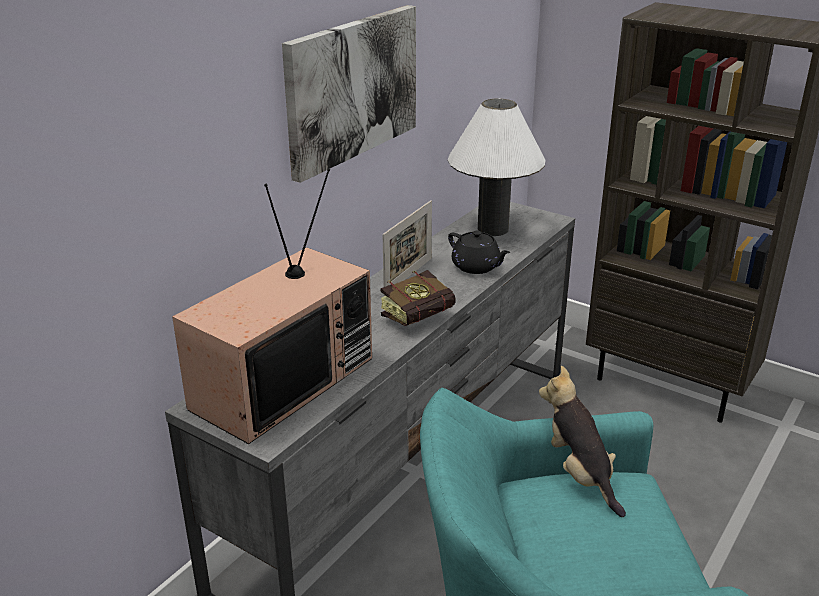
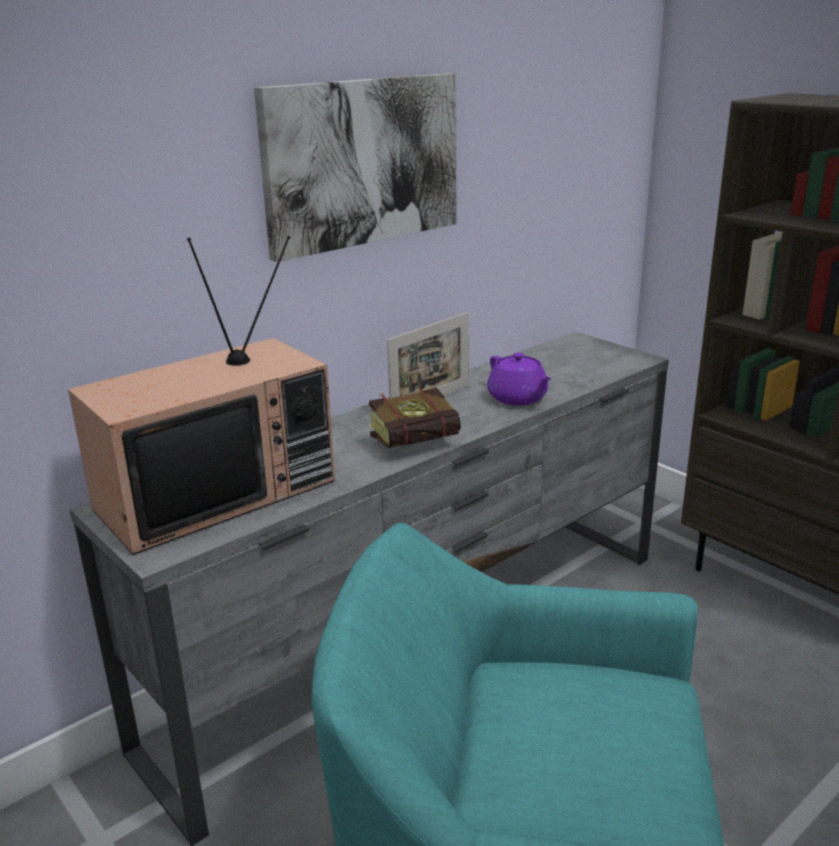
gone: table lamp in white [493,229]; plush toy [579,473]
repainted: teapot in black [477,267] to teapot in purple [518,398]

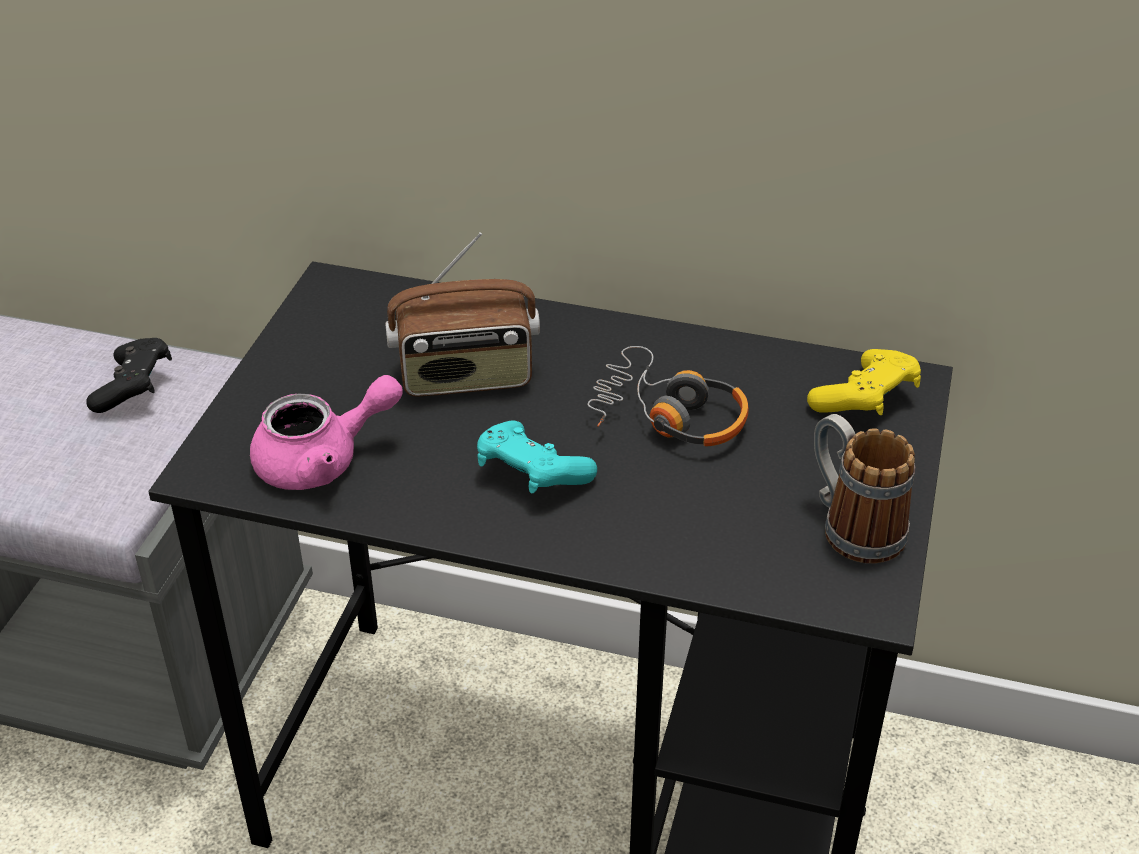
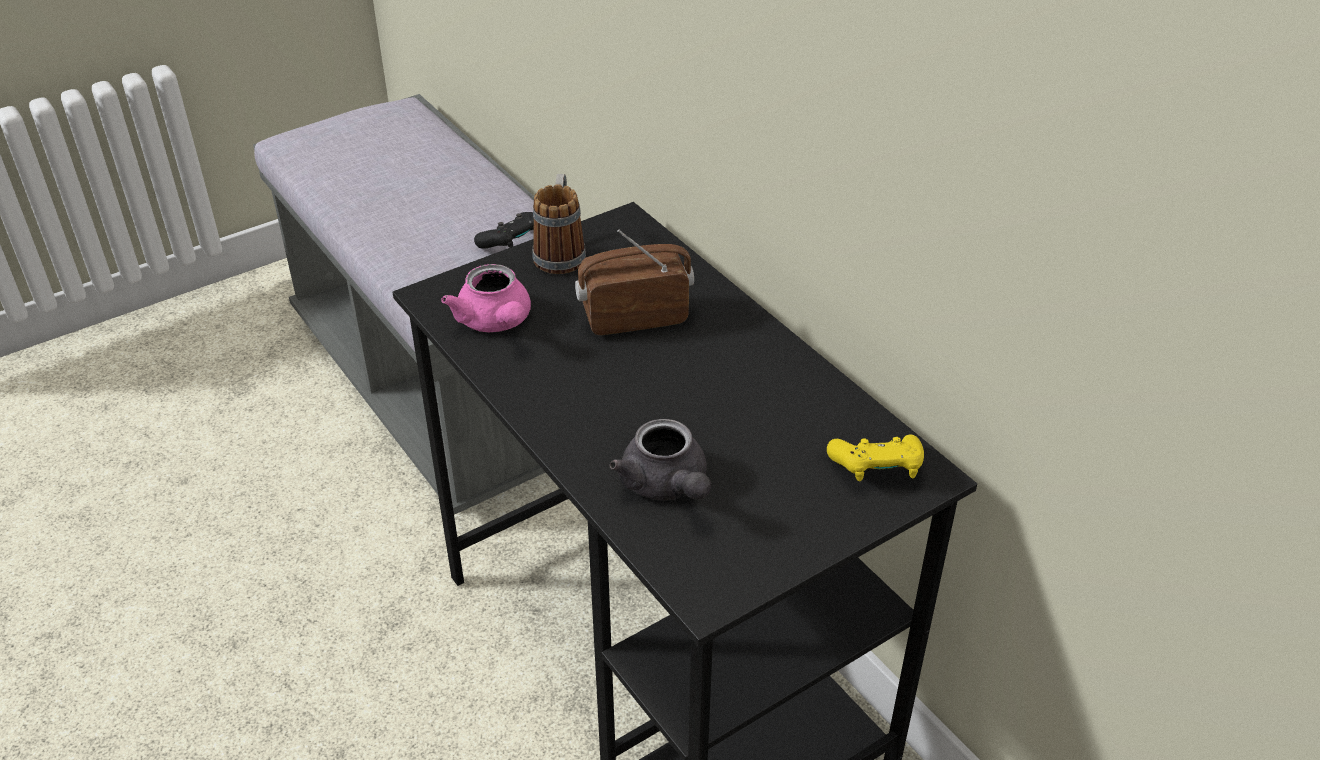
gone: game controller in turquoise [531,475]; headphones [668,416]
new: teapot in grey [667,486]
shifted: mug [851,526] to [561,252]
rotated: teapot in pink [322,460] = [496,322] 45 degrees clockwise; radio [466,377] = [634,316] 135 degrees clockwise

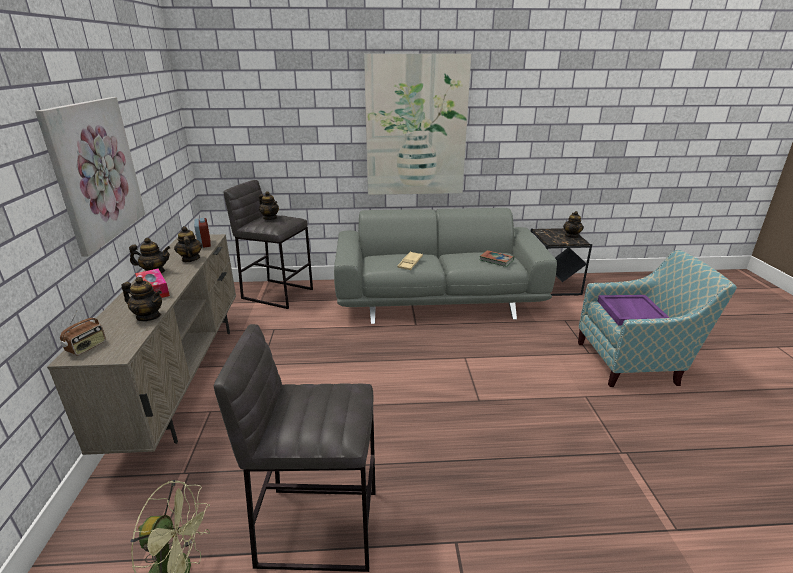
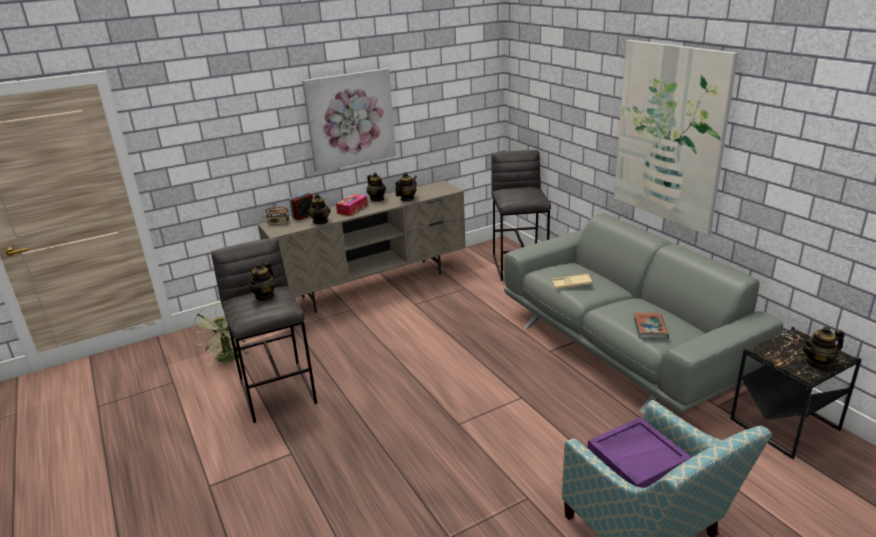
shifted: alarm clock [204,243] to [303,216]; teapot [270,218] to [265,296]

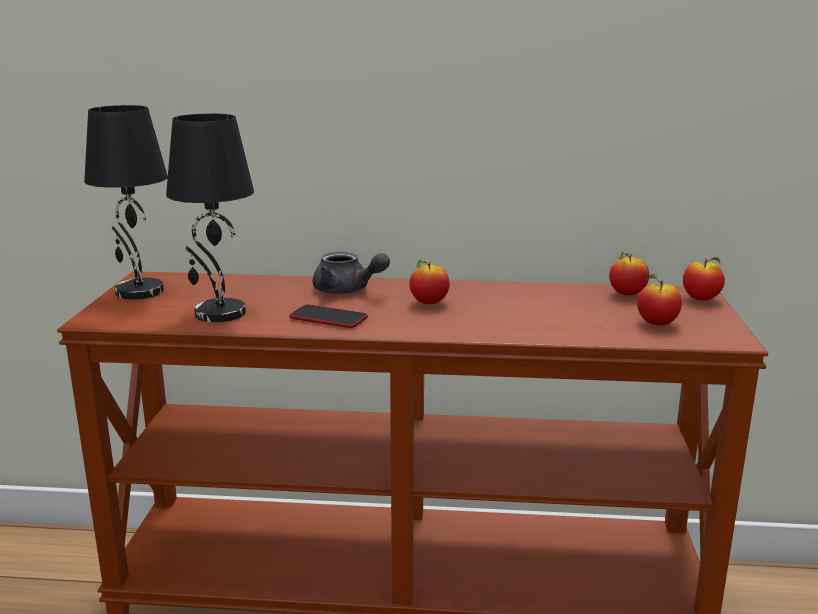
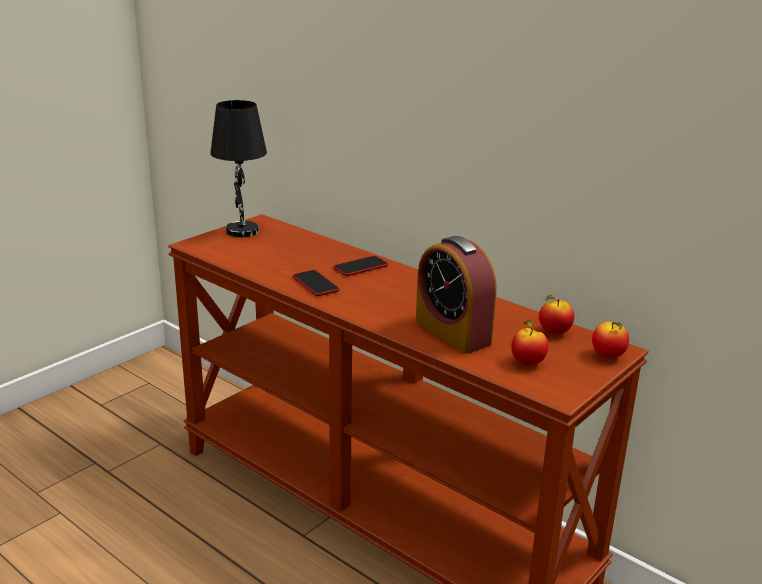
gone: table lamp in black [218,313]; apple [429,303]
new: alarm clock [452,333]
swapped: teapot in grey [347,291] to phone [360,267]

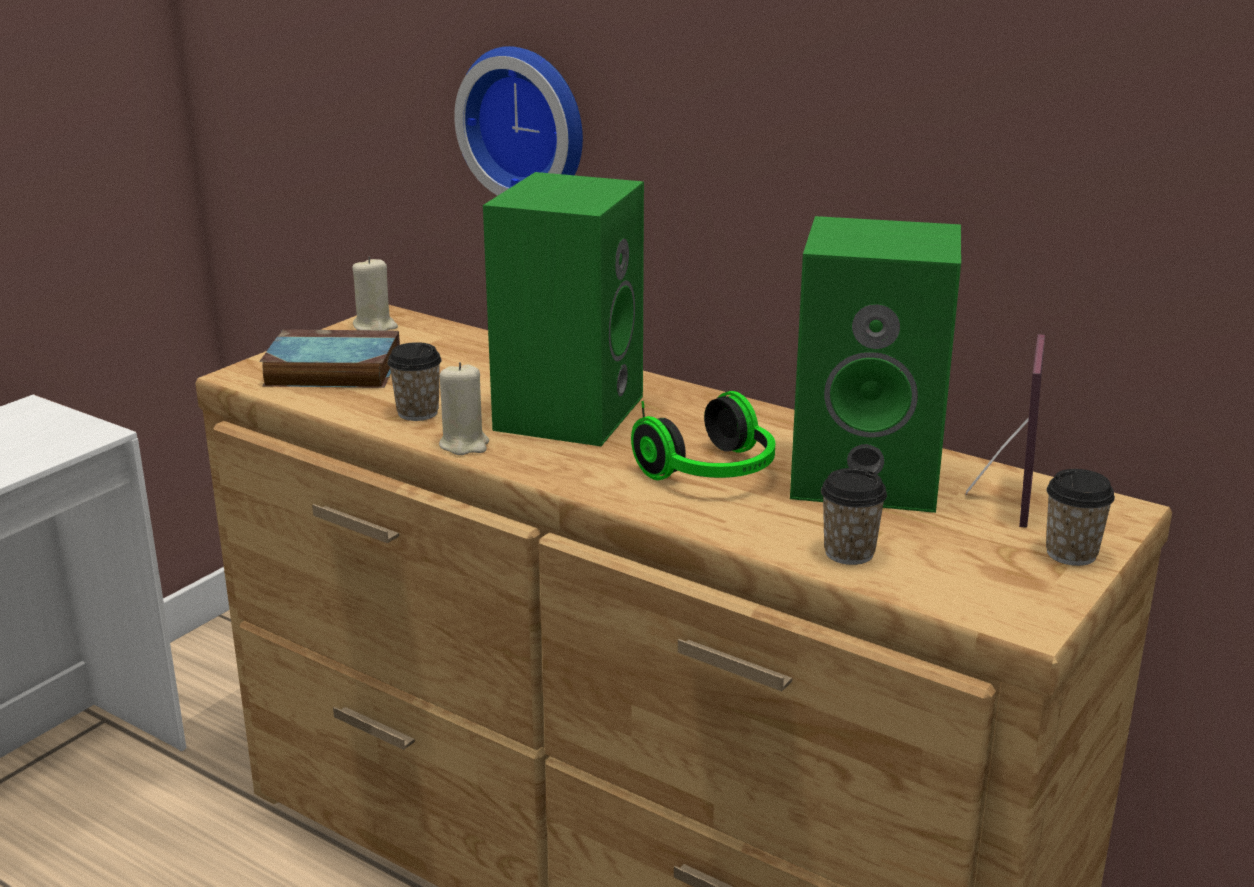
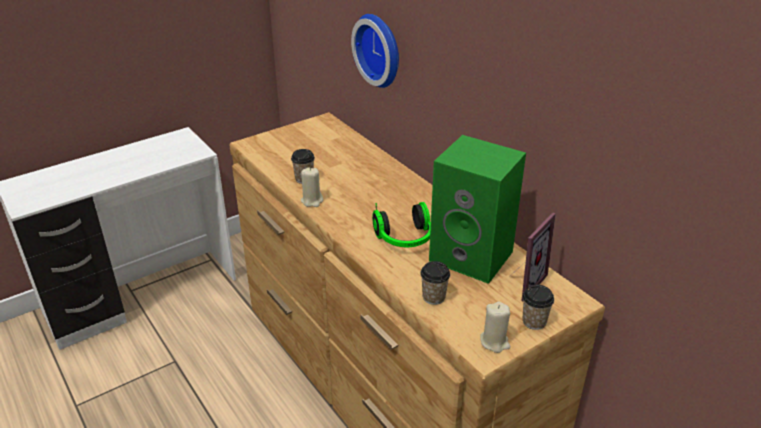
gone: book [329,370]; speaker in green [567,411]
shifted: candle in beige [375,326] to [494,342]

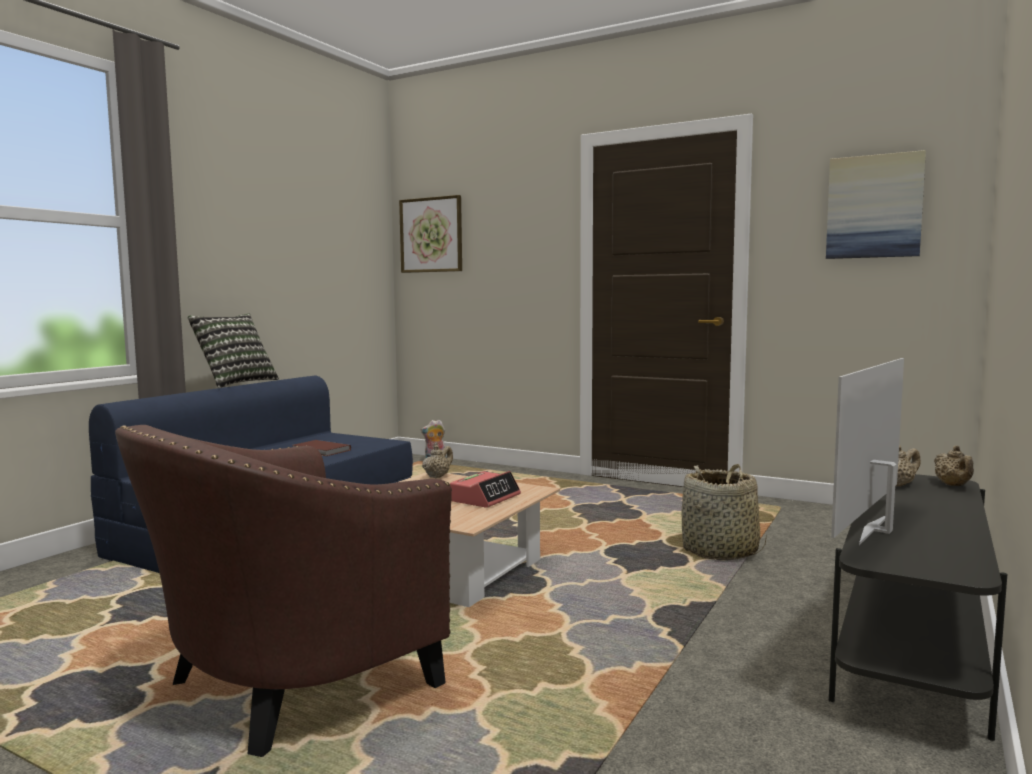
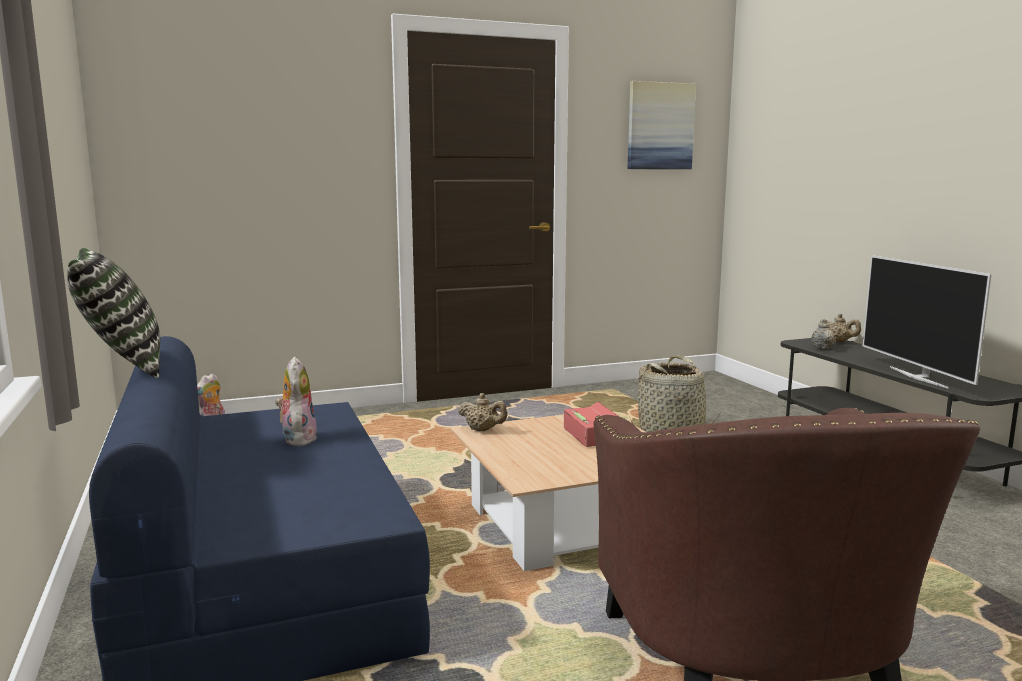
gone: picture [431,235]
swapped: book in brown [320,450] to plush toy [297,439]
rotated: teapot in beige [437,476] = [483,430] 135 degrees clockwise

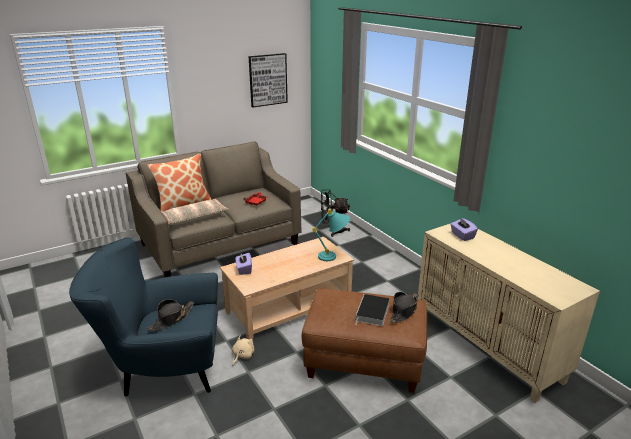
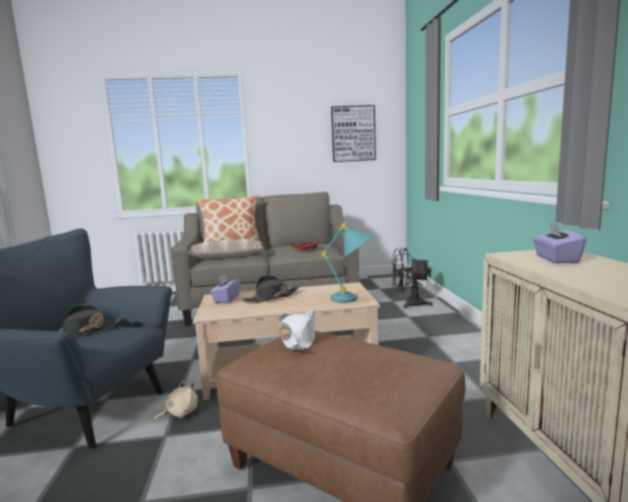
gone: book [372,313]
new: hat in white [298,338]
shifted: hat in black [404,311] to [271,297]

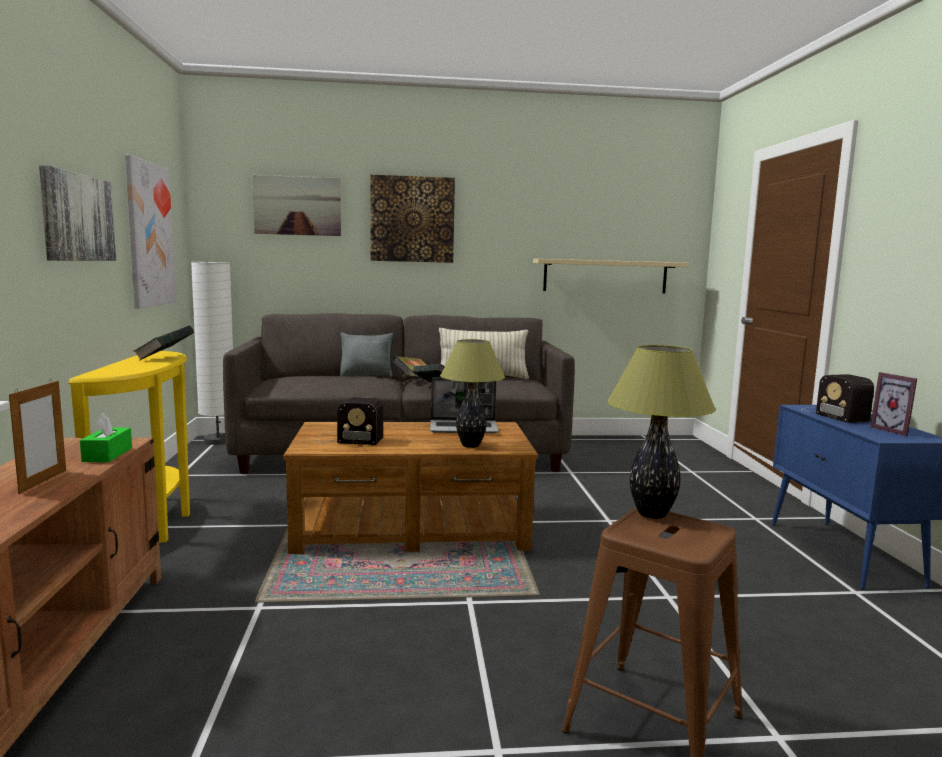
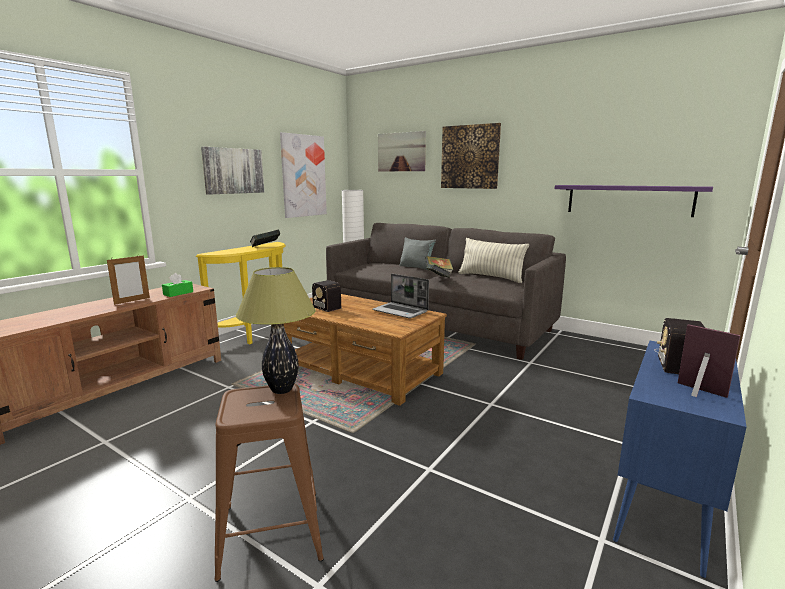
gone: table lamp [471,445]
repainted: shelf in beige [605,276] to shelf in purple [628,200]
rotated: picture frame [895,430] = [698,393] 120 degrees clockwise

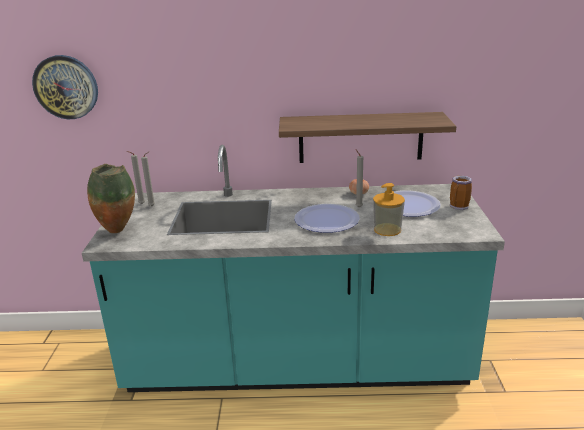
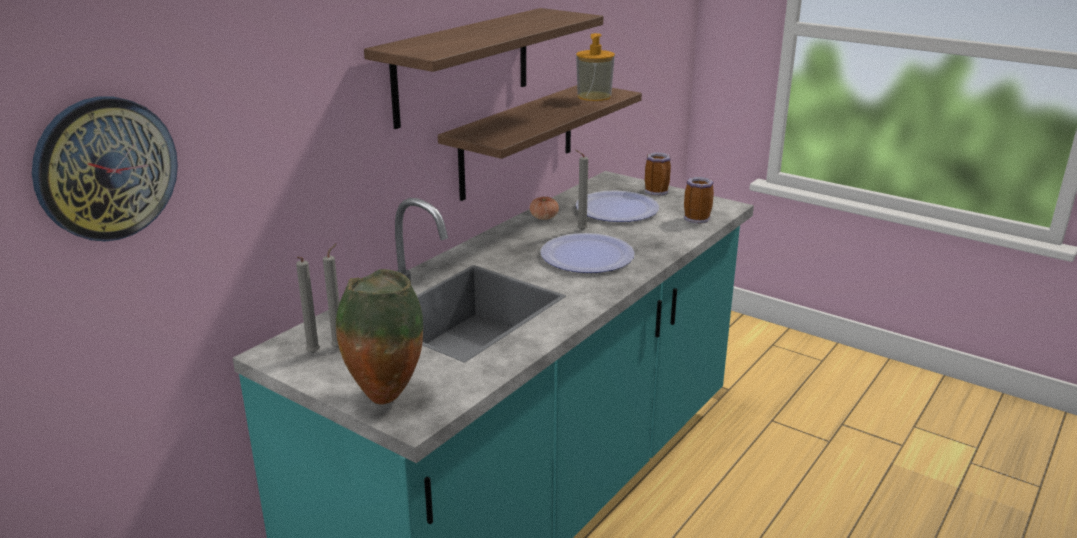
new: shelf [463,66]; mug [697,218]
shifted: soap dispenser [387,229] to [594,96]

